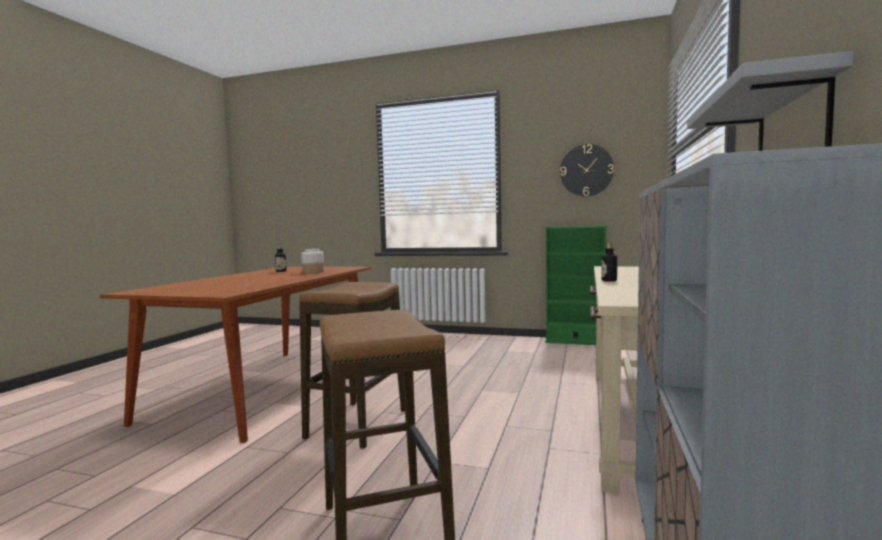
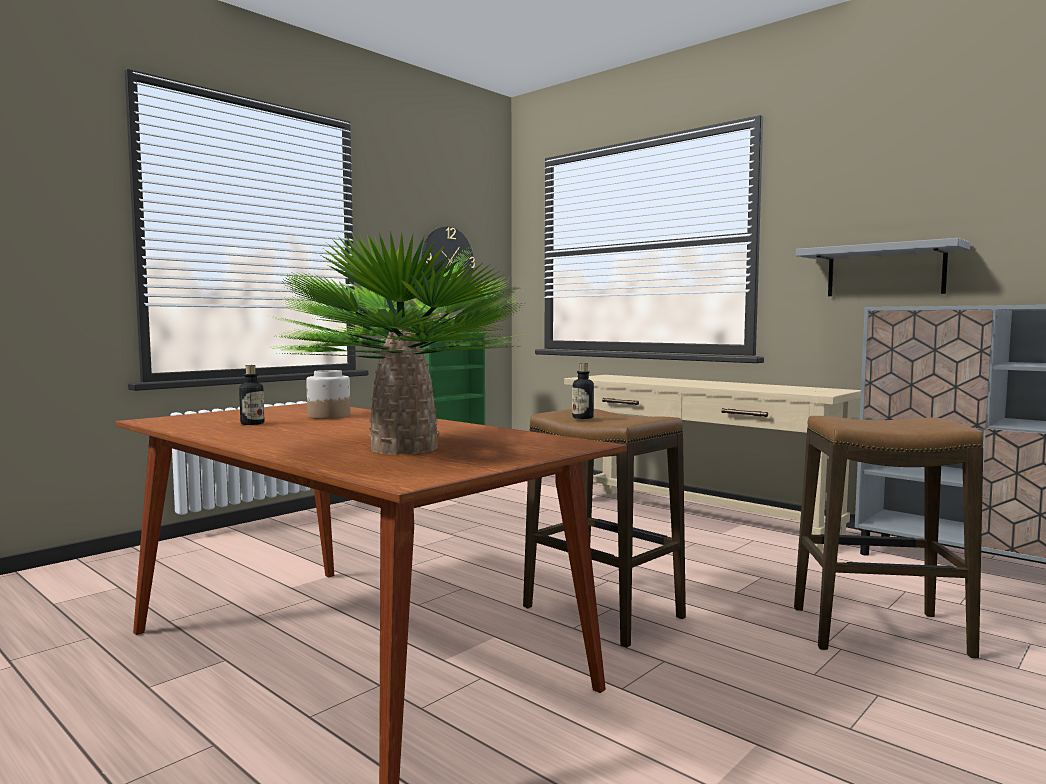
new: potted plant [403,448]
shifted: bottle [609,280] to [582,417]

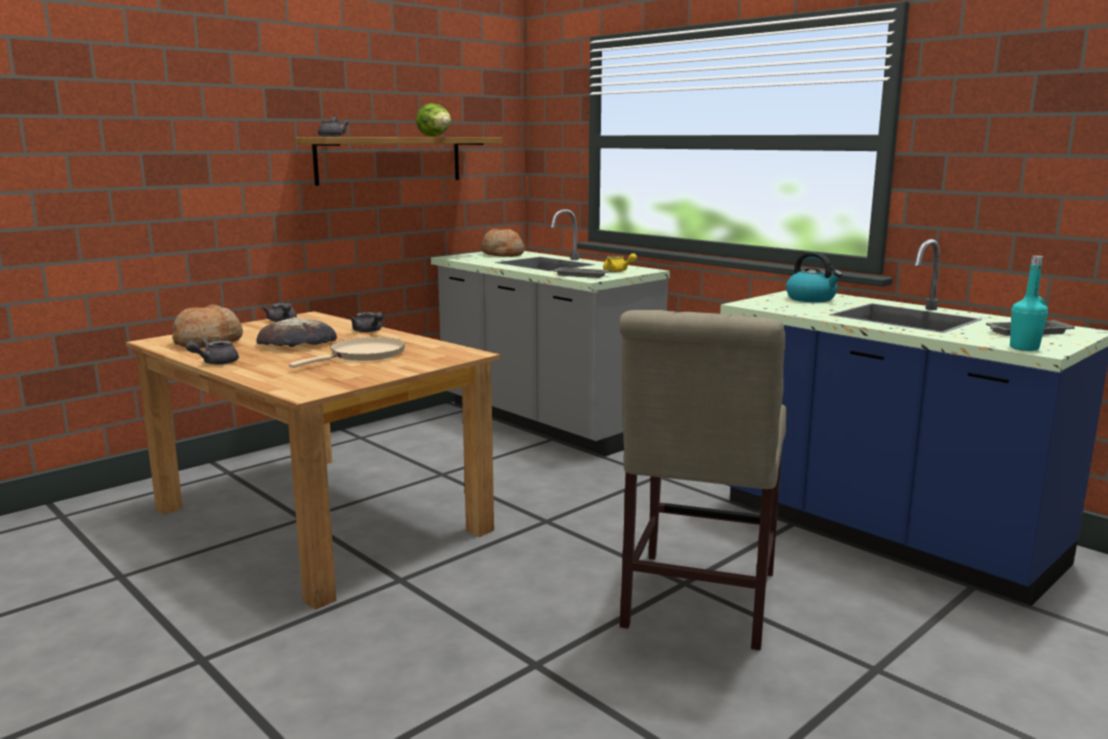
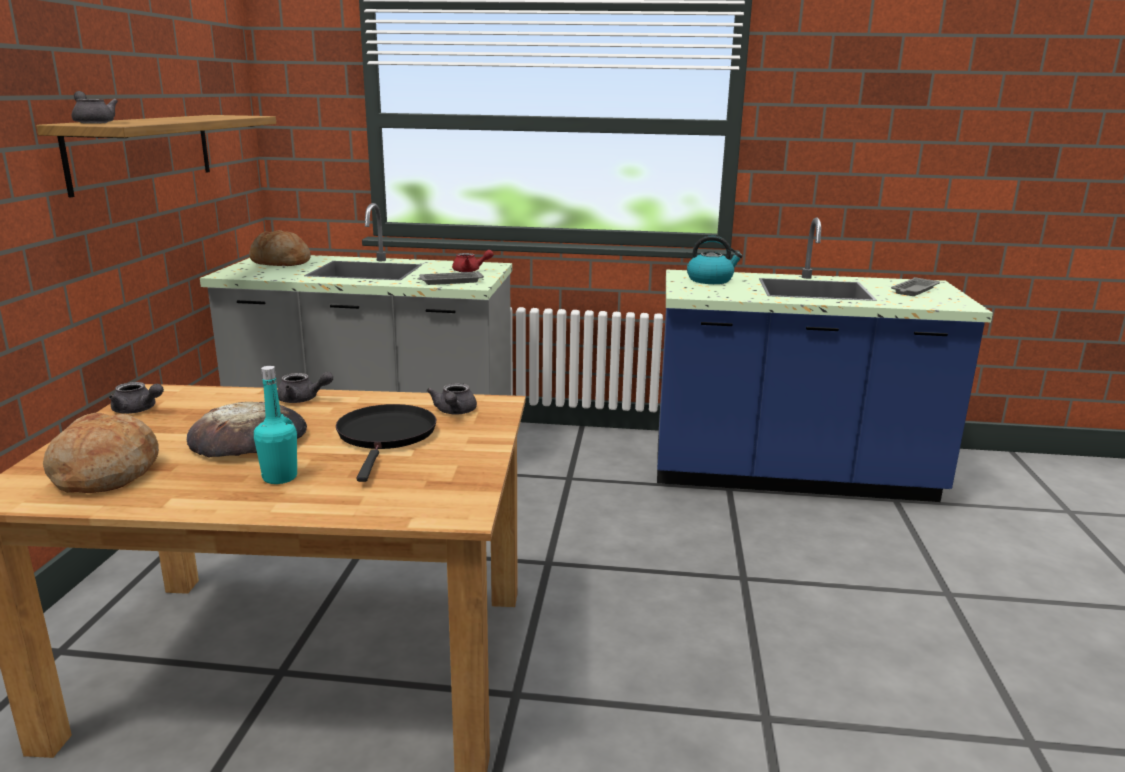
gone: lettuce [435,136]; chair in beige [696,604]
shifted: teapot in grey [215,363] to [454,412]; bottle in turquoise [1024,348] to [280,477]
repainted: frying pan in beige [363,355] to frying pan in black [386,436]; teapot in yellow [618,271] to teapot in red [470,271]

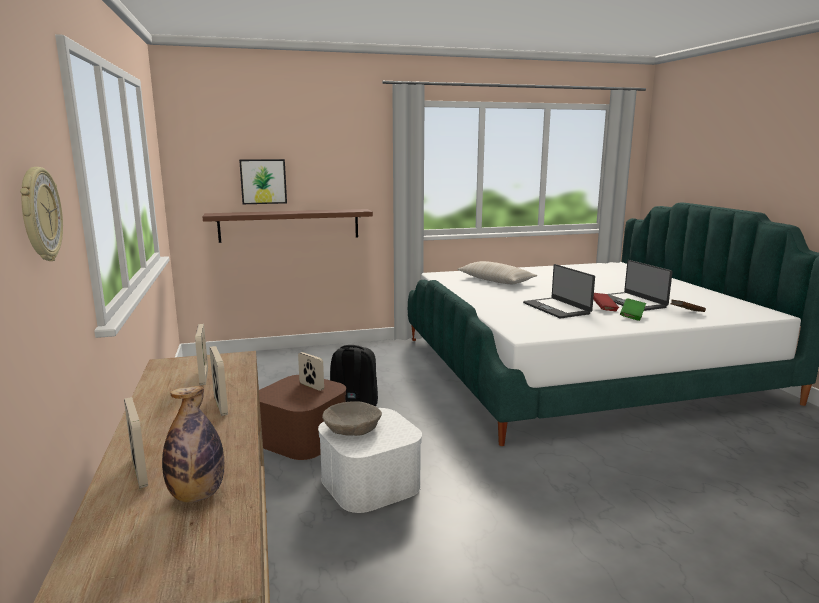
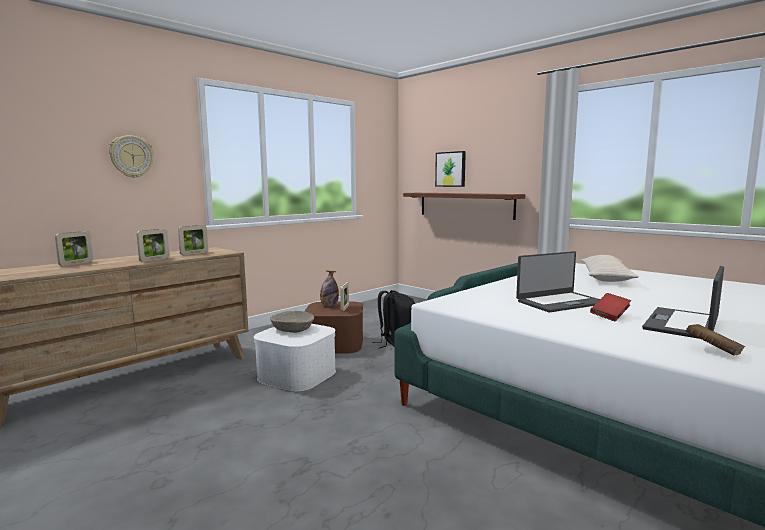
gone: book in green [632,316]
shifted: bottle [197,495] to [329,305]
rotated: laptop [557,308] = [560,302] 150 degrees counterclockwise

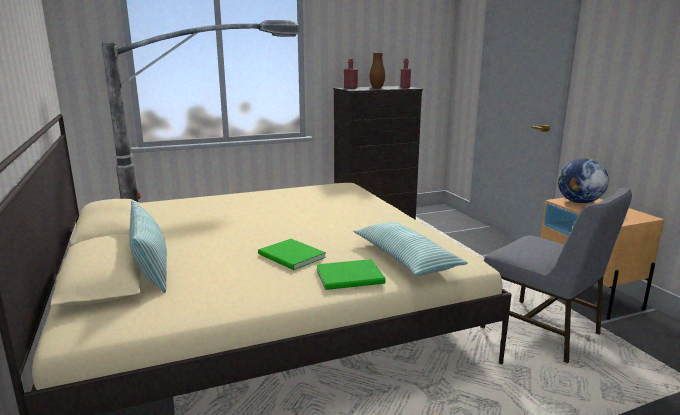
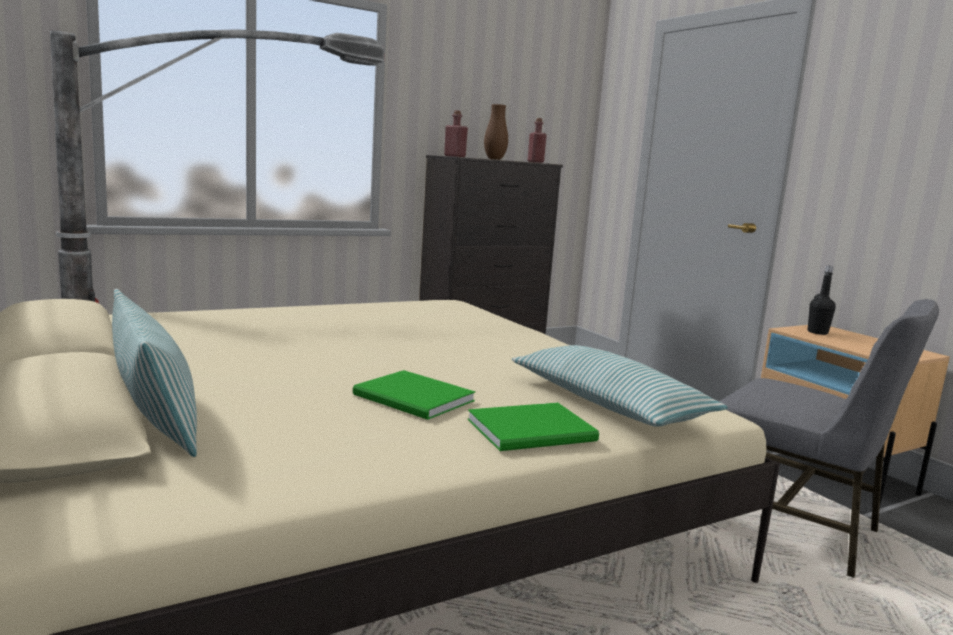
swapped: globe [578,202] to bottle in black [817,332]

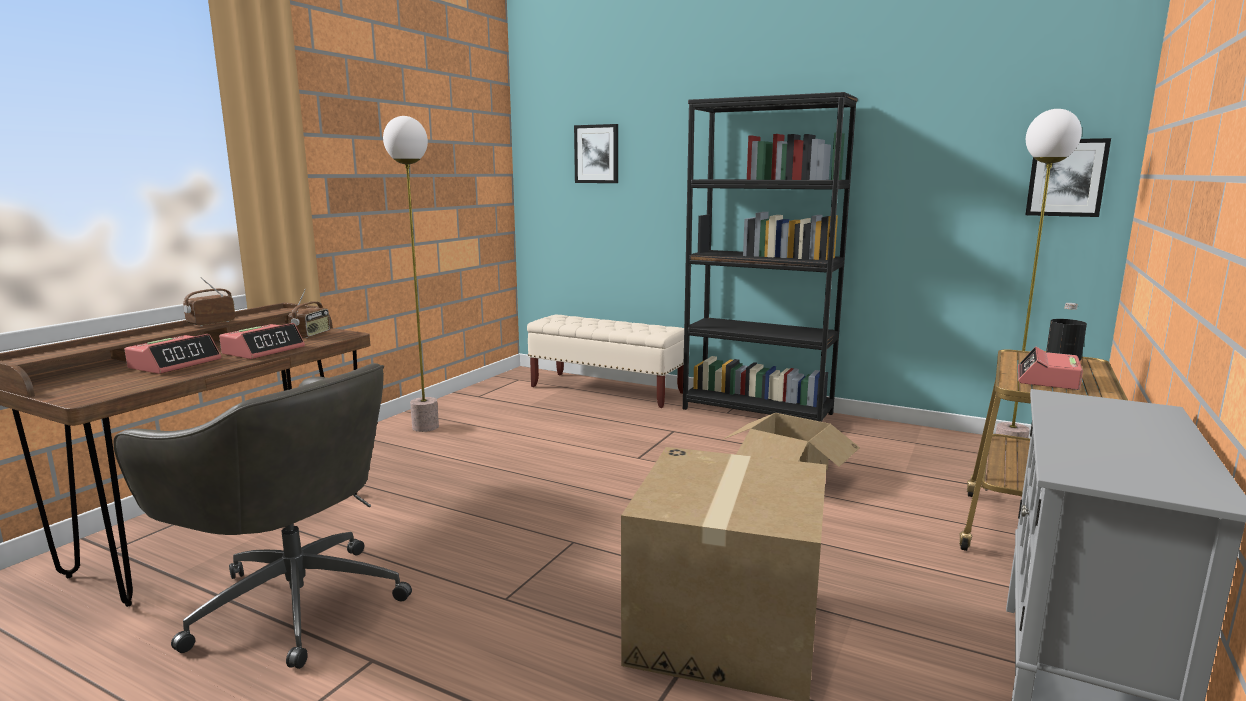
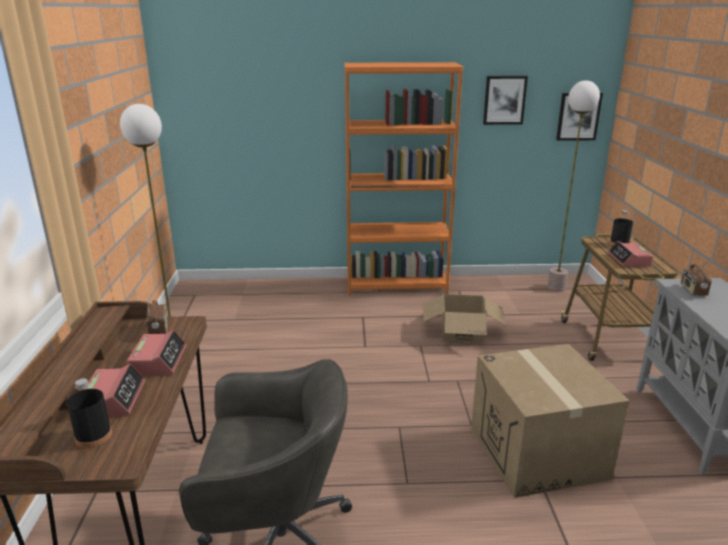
gone: bench in beige [607,390]
new: bottle in black [93,436]
shifted: radio [211,323] to [692,291]; picture [597,154] to [504,100]
repainted: bookcase in black [757,411] to bookcase in orange [396,286]

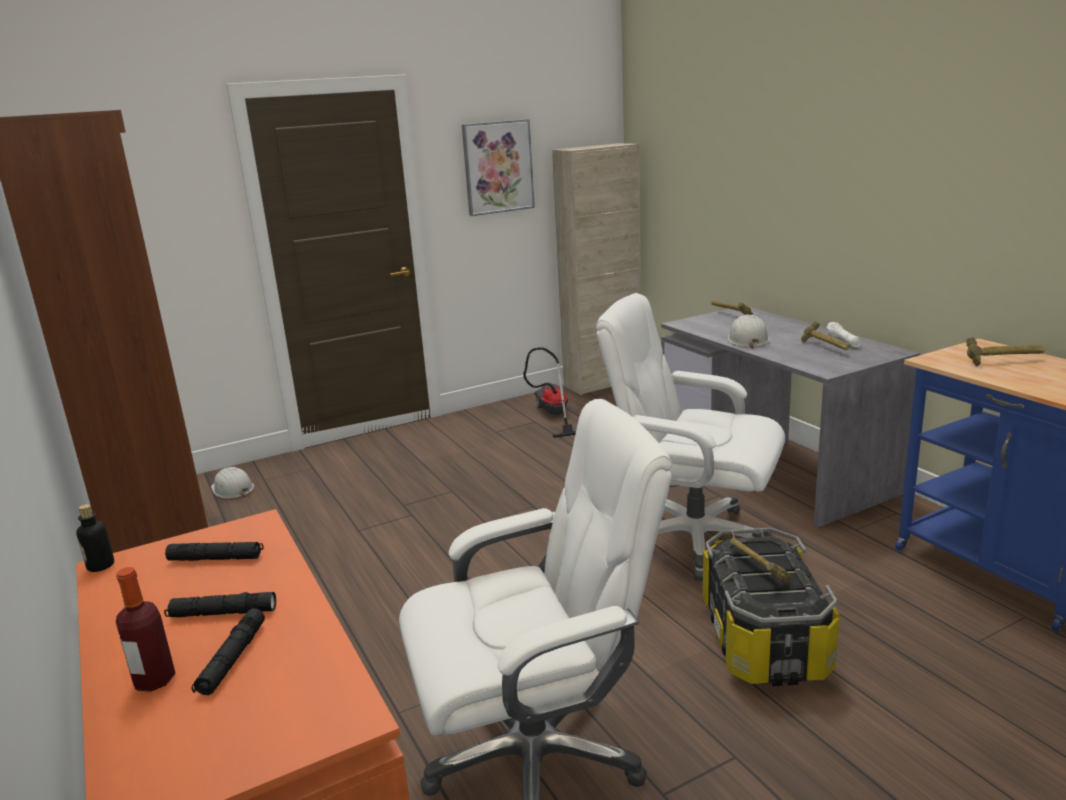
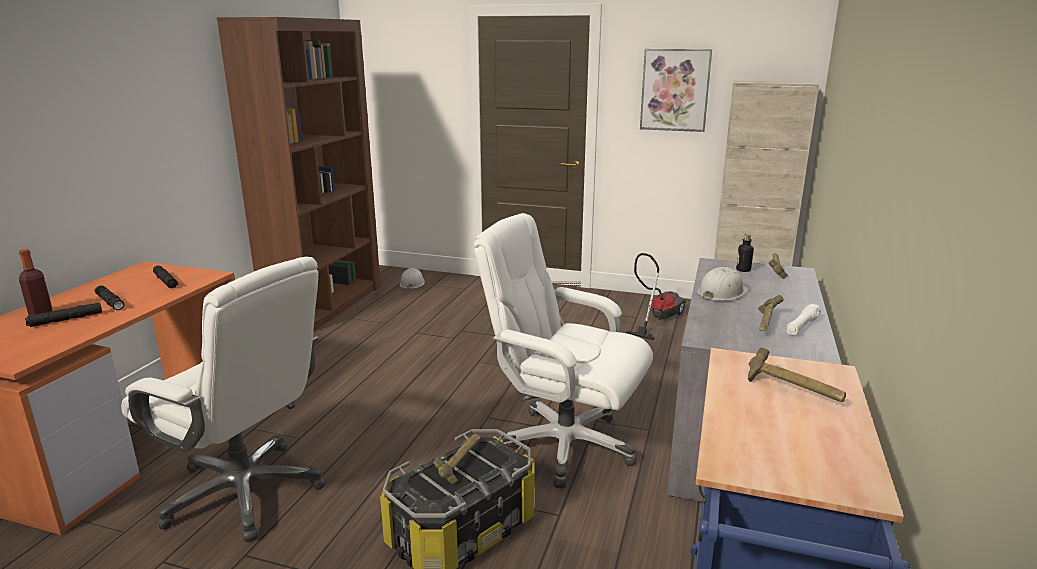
shifted: bottle [100,566] to [743,270]
rotated: office chair in white [693,539] = [564,445] 45 degrees counterclockwise

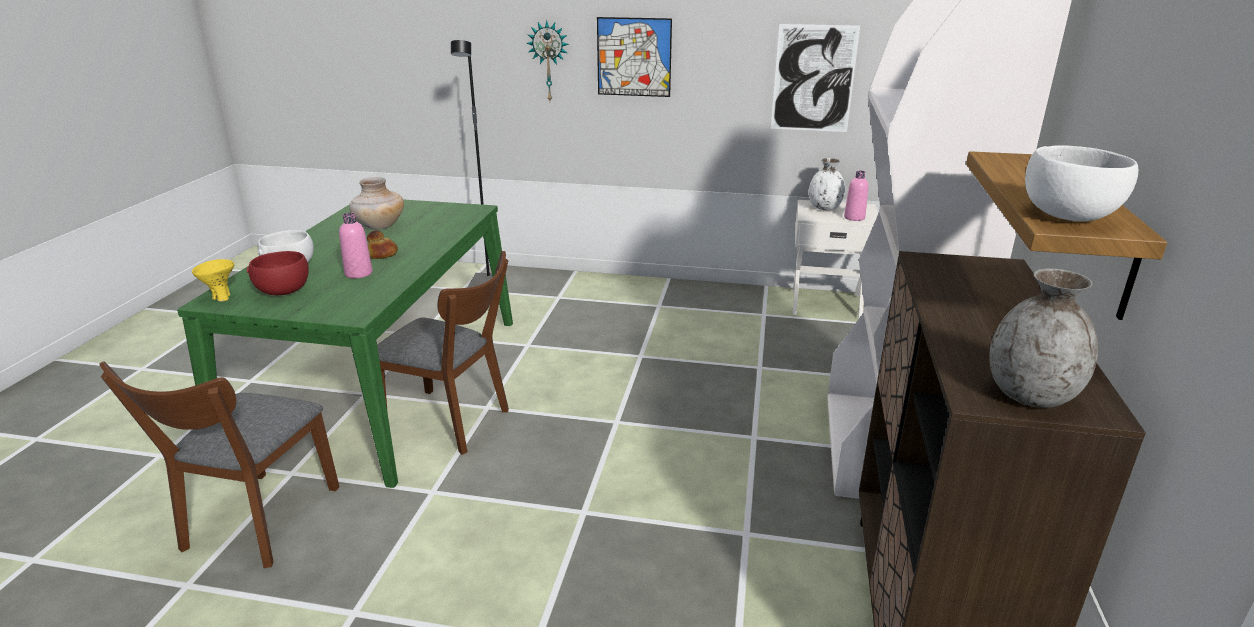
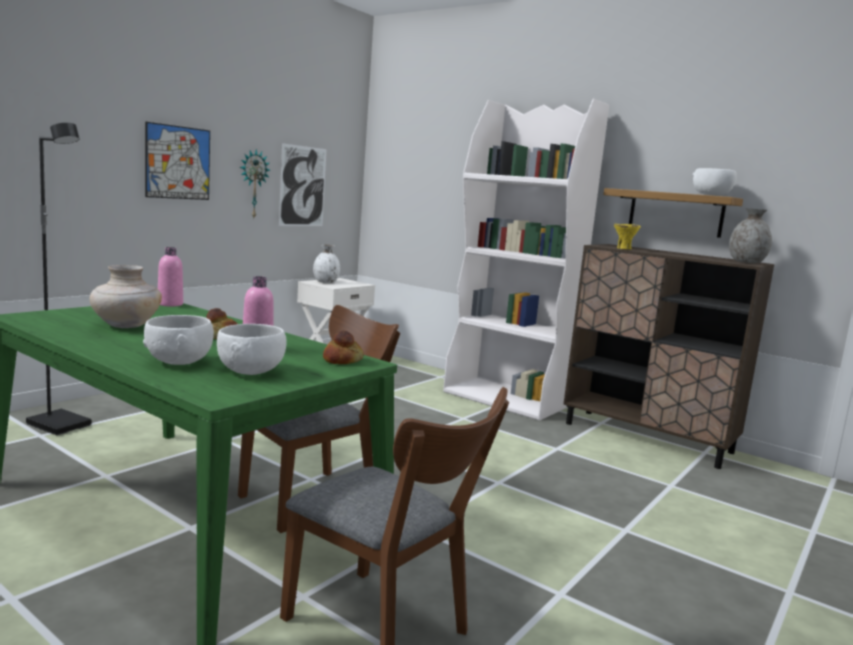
new: bread [343,360]
shifted: bowl in yellow [221,297] to [624,248]; wall clock [549,61] to [253,184]; bottle in pink [854,218] to [170,304]
repainted: bowl in red [283,291] to bowl in white [251,371]

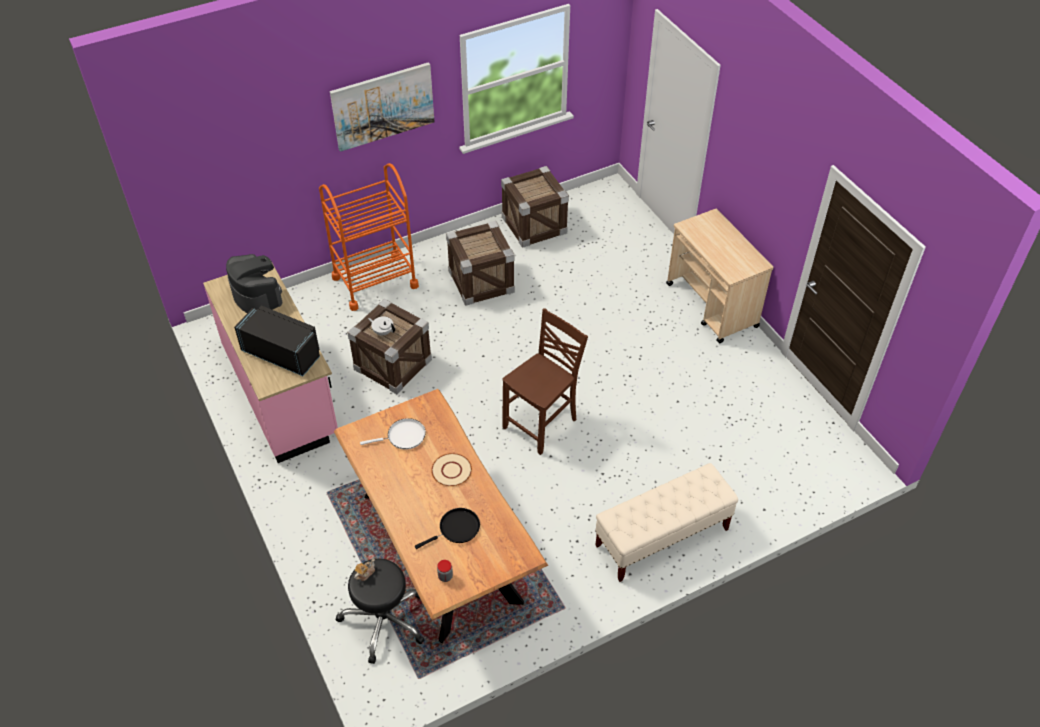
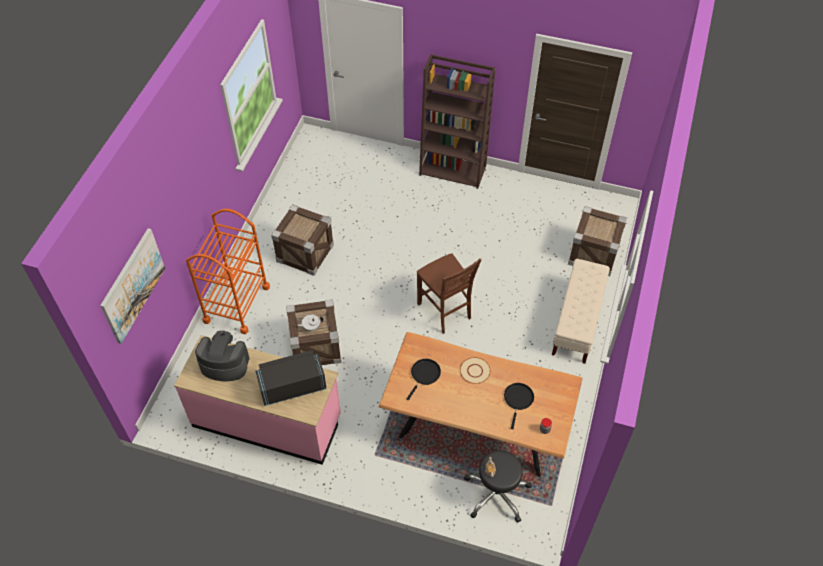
shifted: picture [383,106] to [132,285]; crate [534,225] to [593,254]
swapped: cart in beige [712,306] to bookcase in brown [453,170]
repainted: frying pan in white [403,436] to frying pan in black [424,375]
rotated: chair in brown [542,424] = [445,311] 150 degrees clockwise

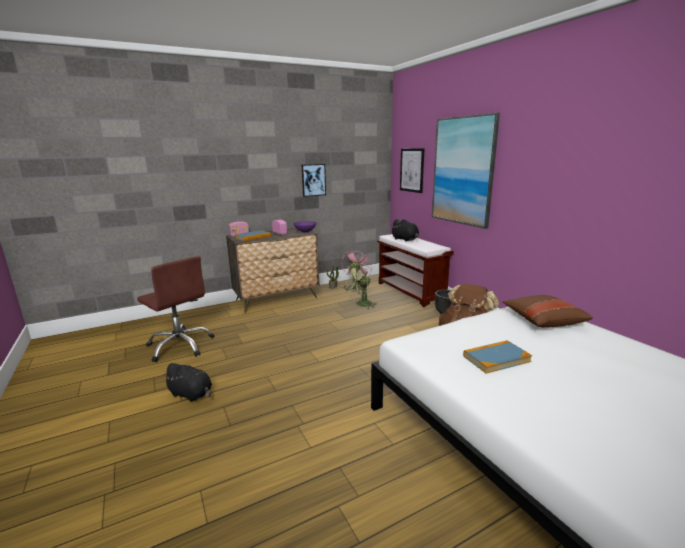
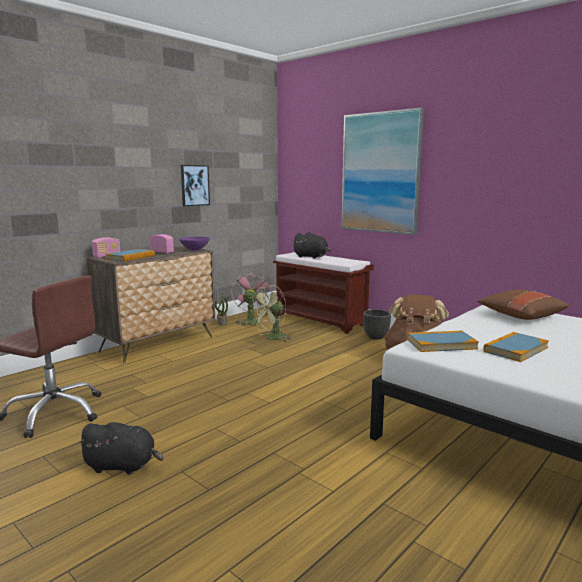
gone: picture [412,170]
new: book [441,344]

